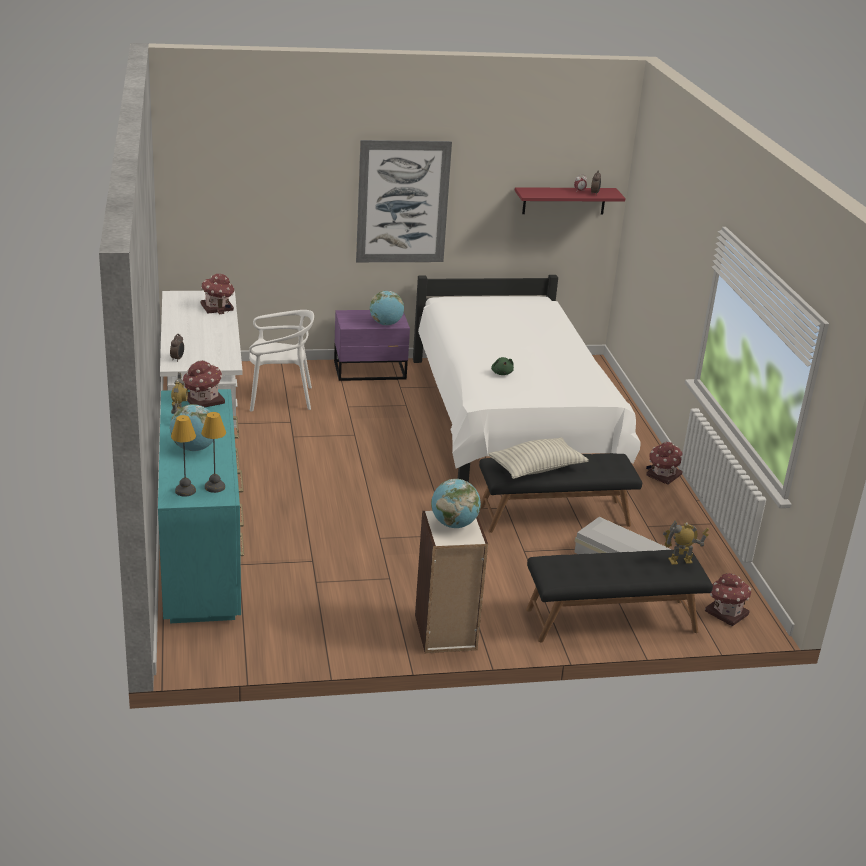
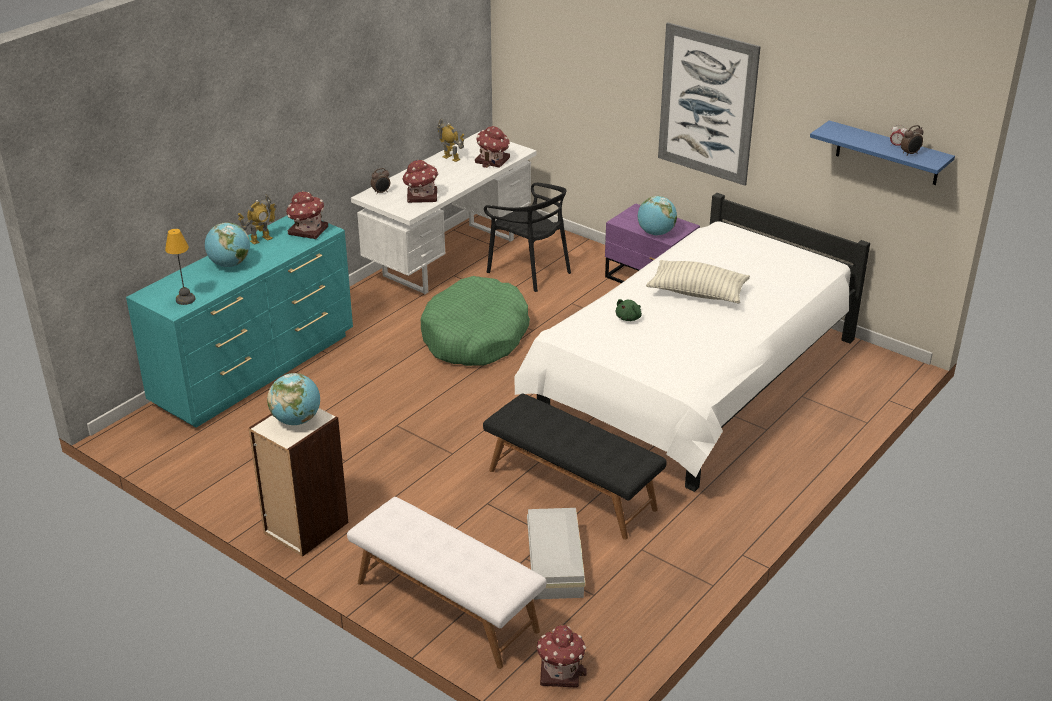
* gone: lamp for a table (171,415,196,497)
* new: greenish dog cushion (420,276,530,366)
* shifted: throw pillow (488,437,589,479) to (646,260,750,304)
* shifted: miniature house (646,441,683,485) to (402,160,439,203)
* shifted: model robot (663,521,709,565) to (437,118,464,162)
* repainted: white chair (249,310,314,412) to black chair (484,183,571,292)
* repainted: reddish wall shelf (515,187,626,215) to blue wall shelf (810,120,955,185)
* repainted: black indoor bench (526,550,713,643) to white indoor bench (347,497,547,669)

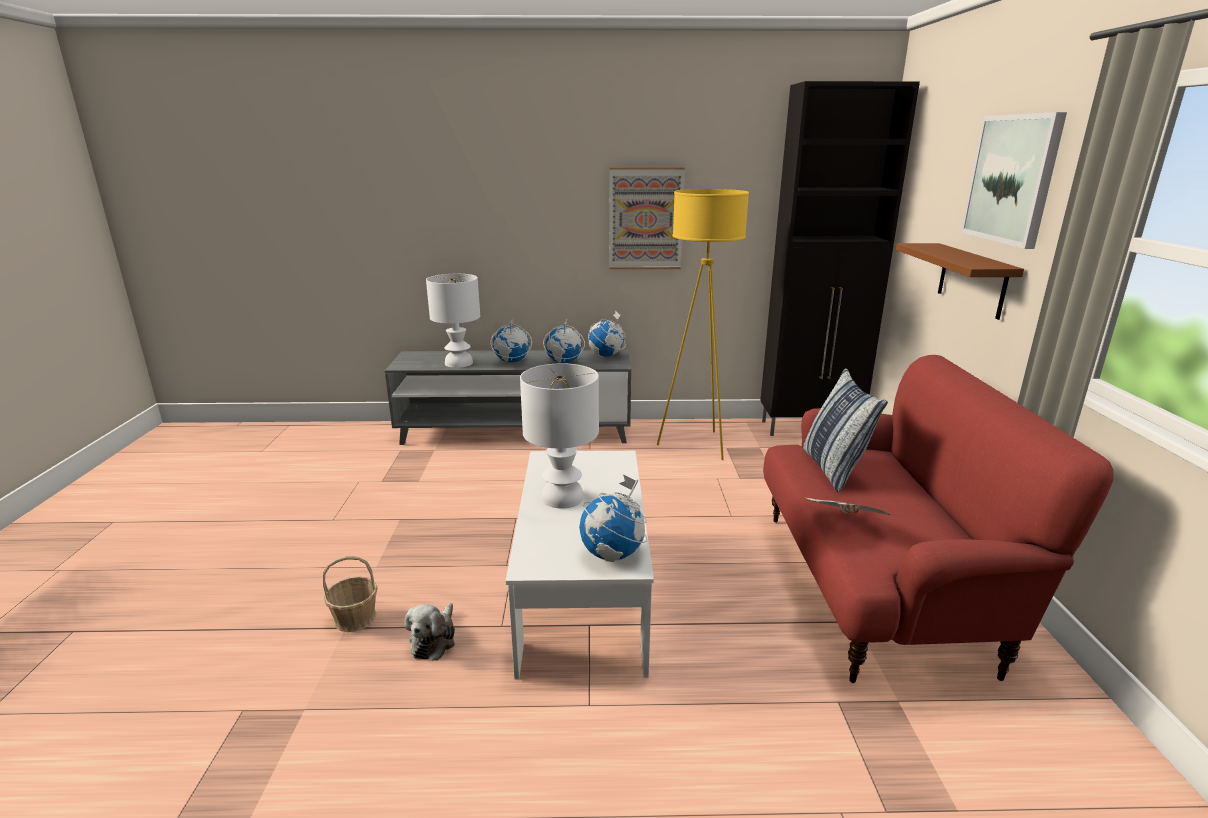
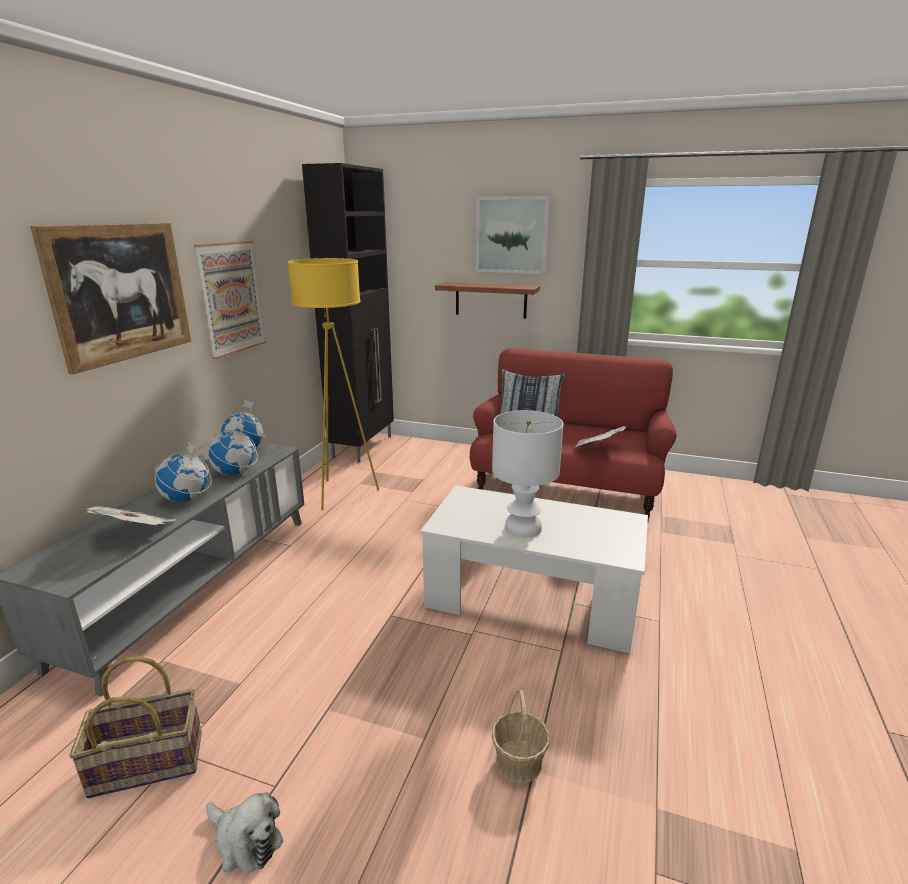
* gone: desk globe (579,475,647,562)
* new: wall picture (30,222,191,375)
* new: household basket (69,656,202,798)
* shifted: plush toy (405,603,455,661) to (206,792,283,872)
* swapped: white lamp for a table (426,274,480,368) to newspaper (87,506,176,525)

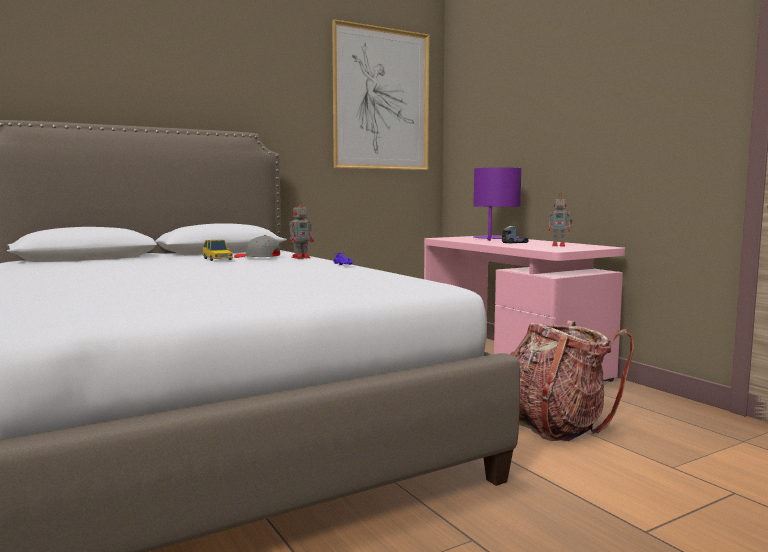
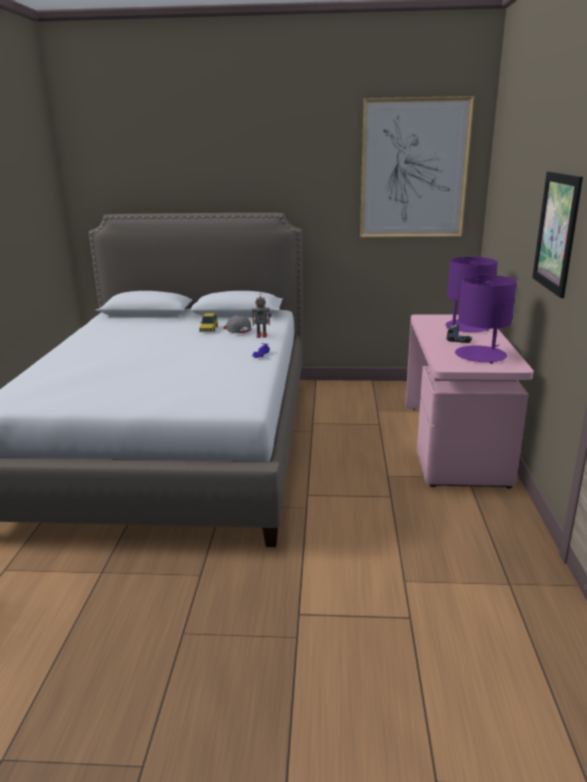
* gone: backpack (510,320,634,441)
* new: wall picture (532,171,583,298)
* swapped: model robot (548,193,572,246) to purplish lamp for a table (455,275,517,364)

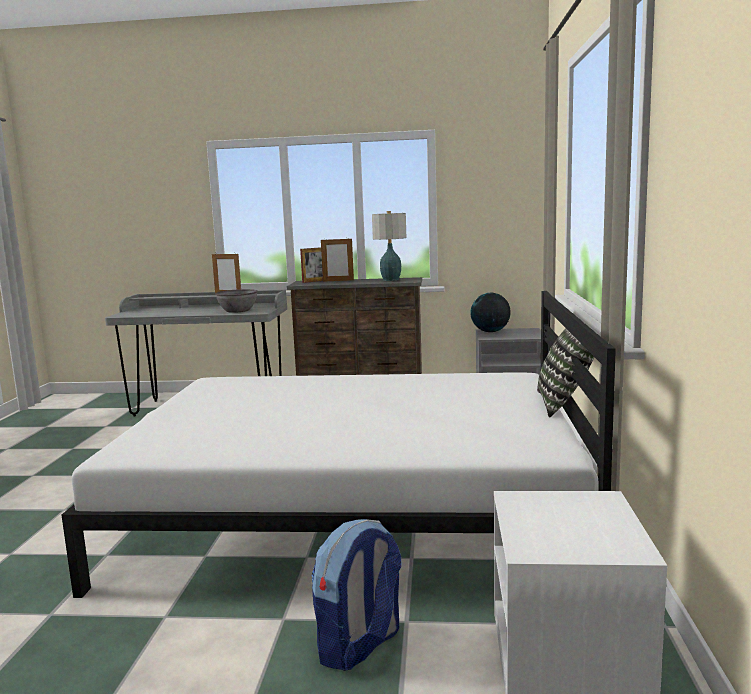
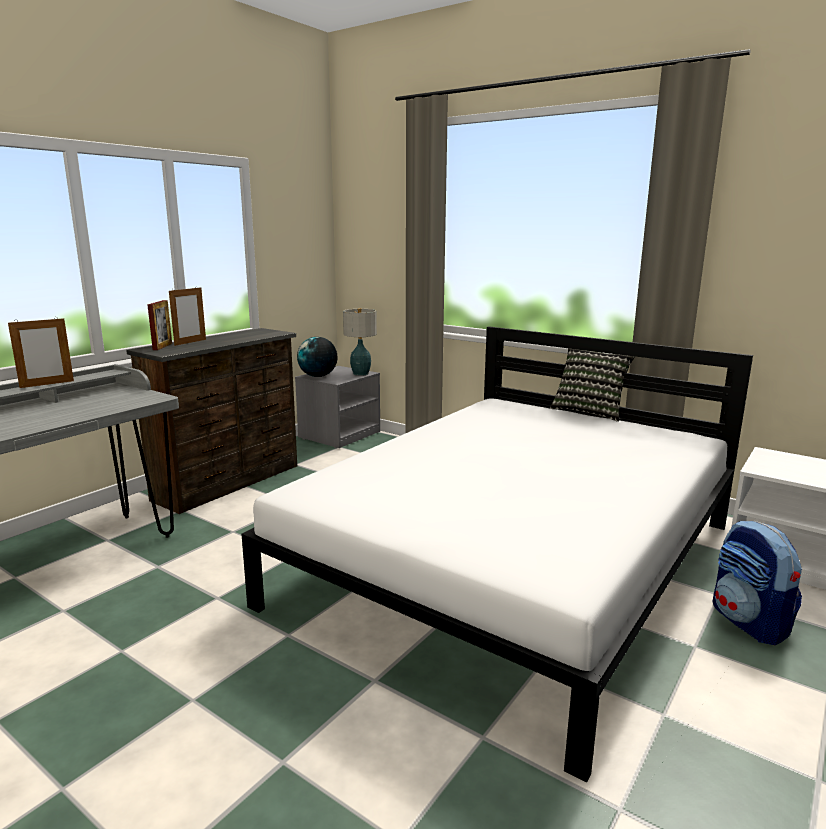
* gone: gray serving bowl (215,289,258,313)
* shifted: lamp for a table (372,211,406,281) to (343,308,377,376)

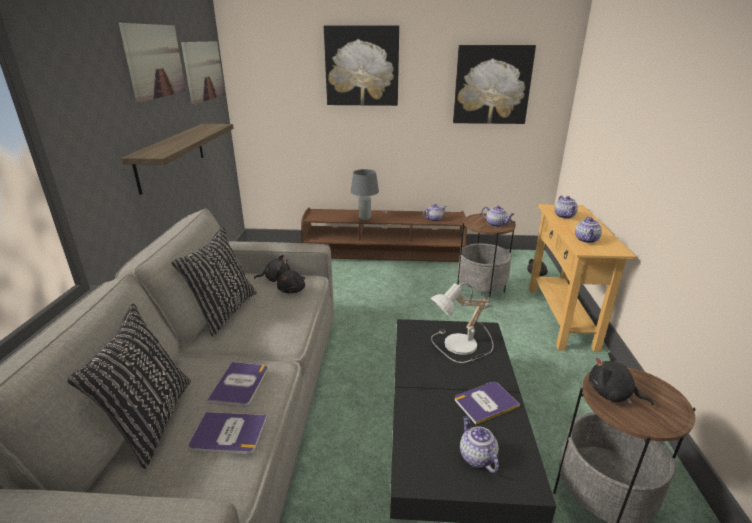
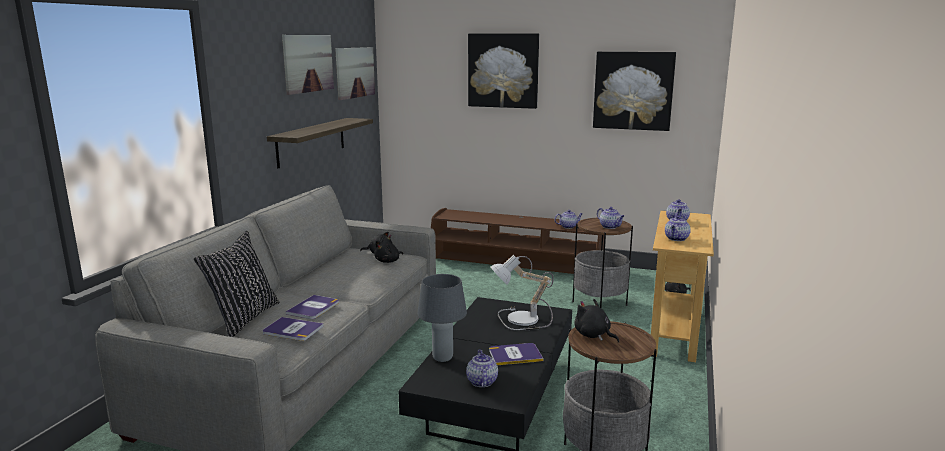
* gone: black throw pillow (171,227,257,337)
* shifted: gray lamp for a table (351,169,379,220) to (417,274,467,362)

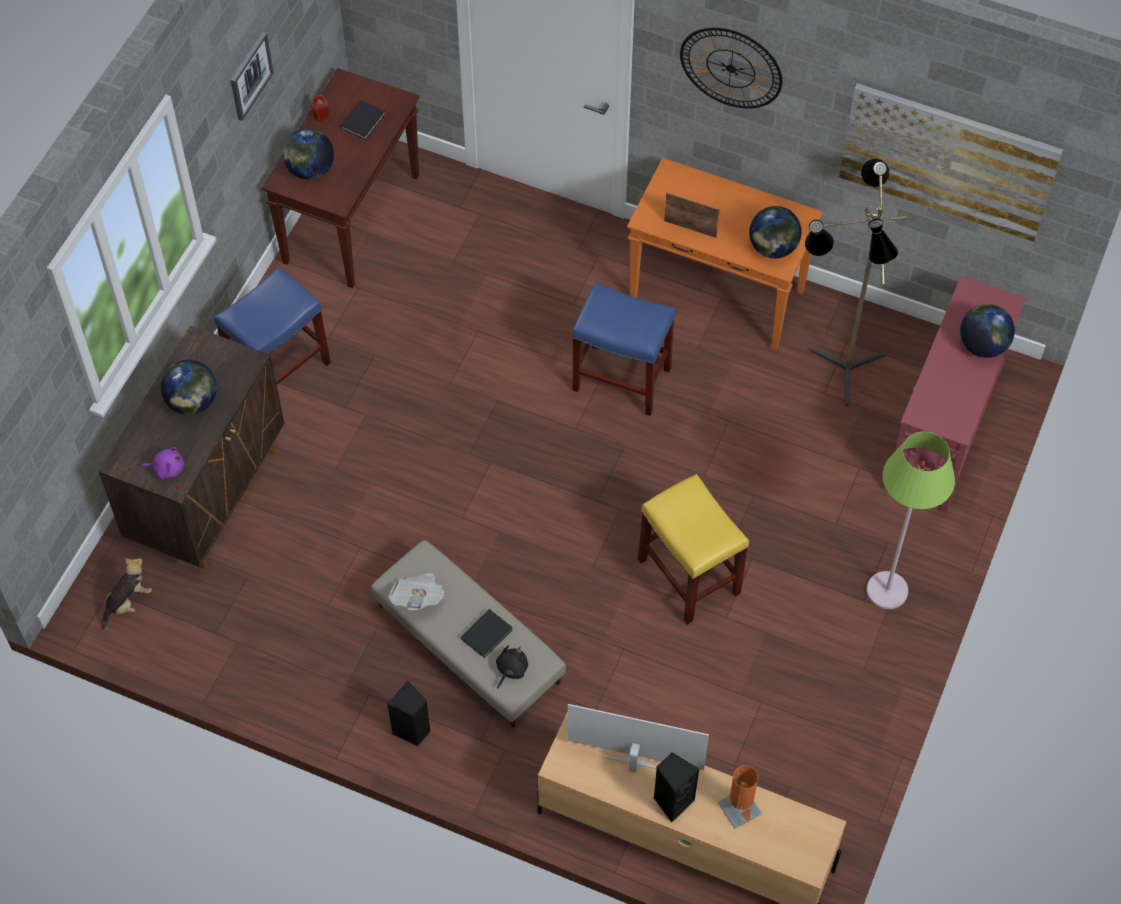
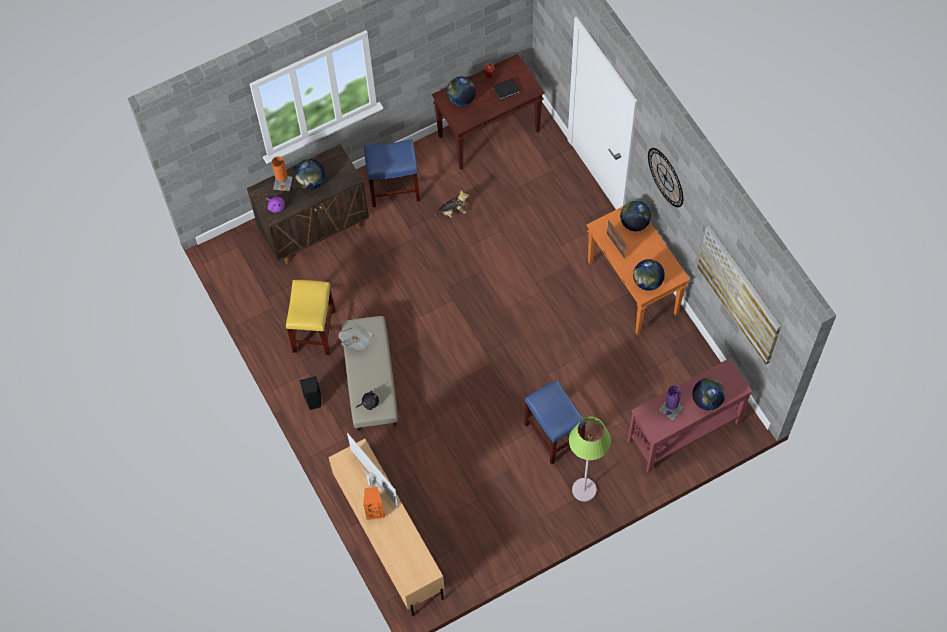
* gone: wall picture (231,32,274,121)
* gone: black book (461,609,513,658)
* gone: floor lamp (805,159,907,406)
* new: desk globe (620,201,651,231)
* new: purplish lamp for a table (659,385,683,420)
* shifted: plush toy (102,558,152,630) to (433,191,469,218)
* shifted: blue stool seat (572,283,676,416) to (524,380,586,465)
* shifted: yellow-coloured stool seat (638,474,749,625) to (286,280,336,355)
* shifted: orange lamp for a table (718,765,762,829) to (272,156,292,191)
* repainted: black speaker (654,752,699,822) to orange speaker (363,487,385,520)

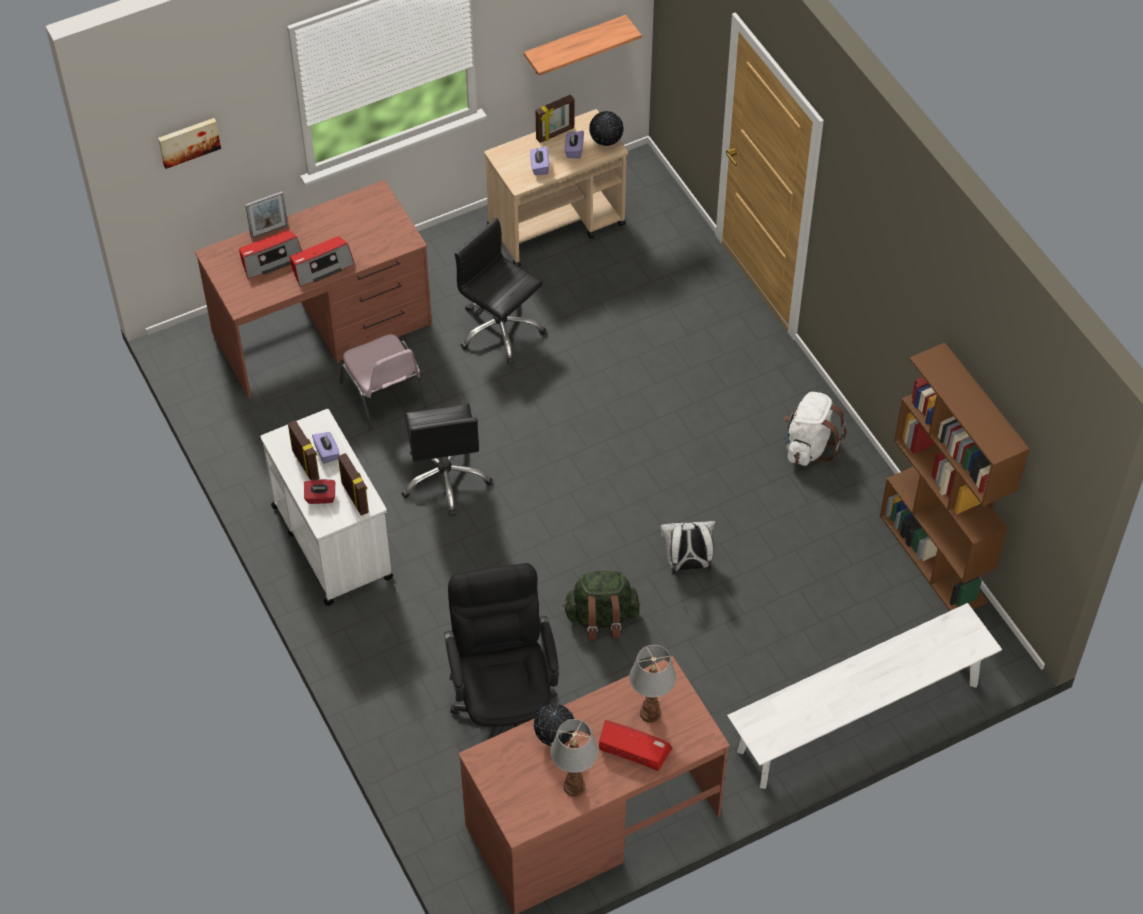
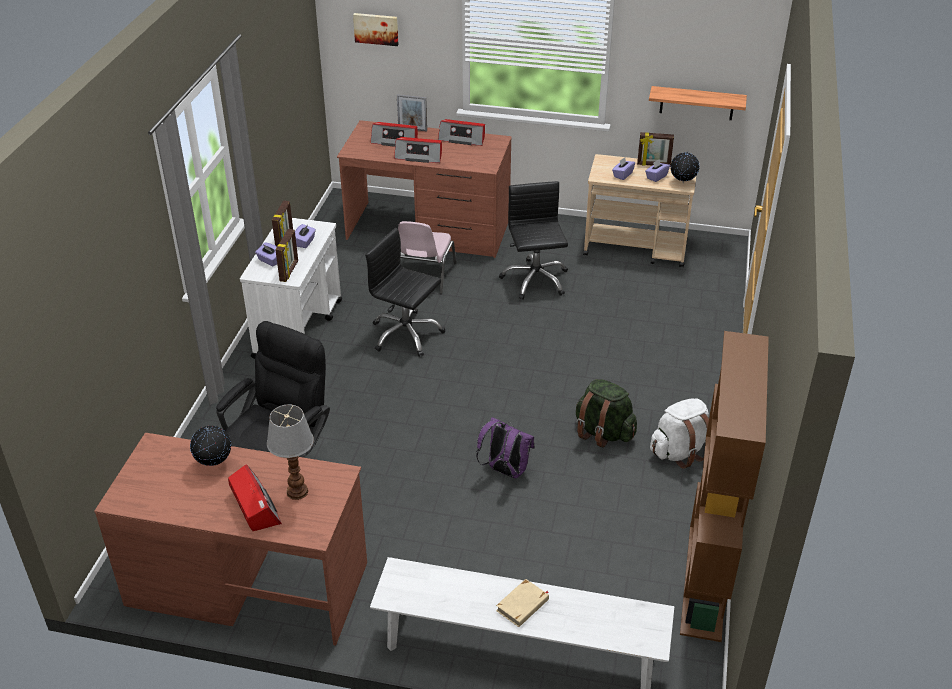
* gone: lamp for a table (550,719,598,797)
* new: radio (438,119,485,146)
* new: sand-coloured book (496,579,549,627)
* shifted: greenish backpack (563,571,640,640) to (576,379,637,448)
* repainted: reddish box of tissues (304,479,335,504) to purplish box of tissues (255,243,277,267)
* repainted: white backpack (660,521,715,575) to purplish backpack (476,417,535,478)
* rotated: black office chair (401,404,493,516) = (365,228,445,357) 90 degrees clockwise

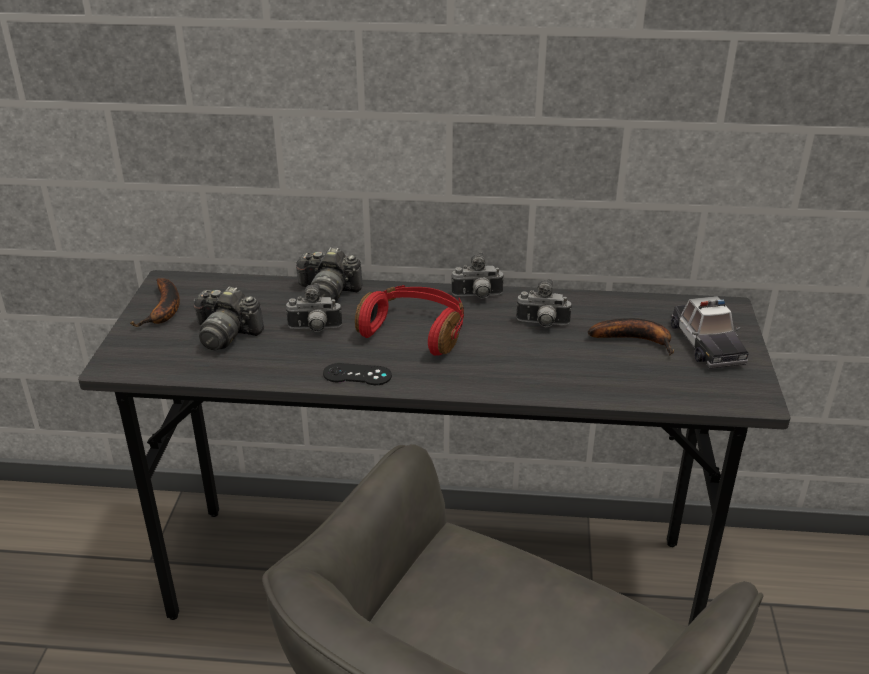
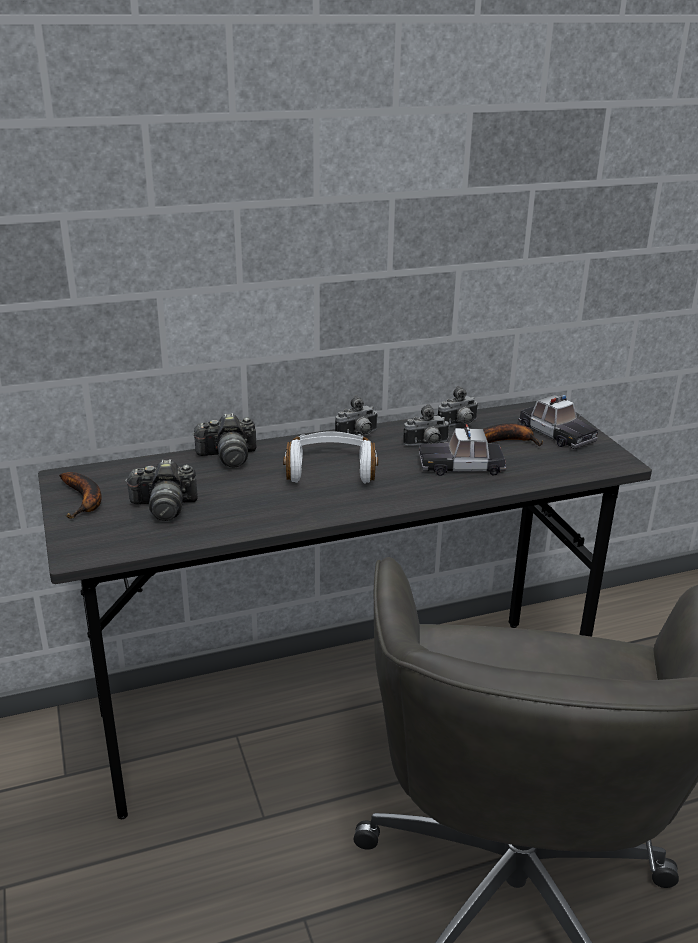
* gone: black game controller (323,363,392,385)
* new: model car (419,424,506,476)
* shifted: still camera (285,283,342,332) to (438,386,479,426)
* repainted: reddish headphones (355,285,464,356) to white headphones (283,431,378,484)

